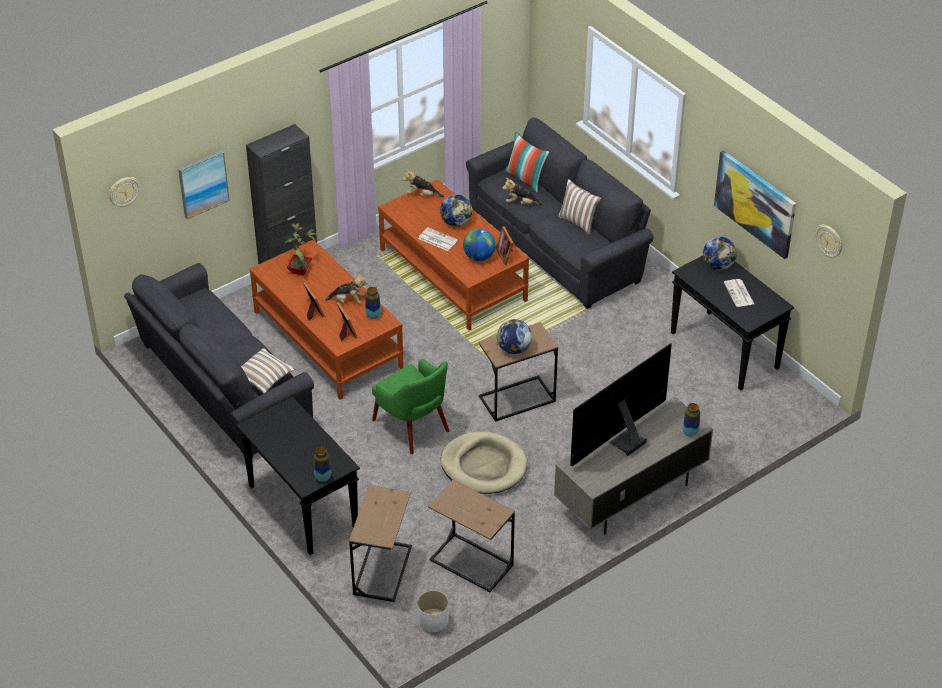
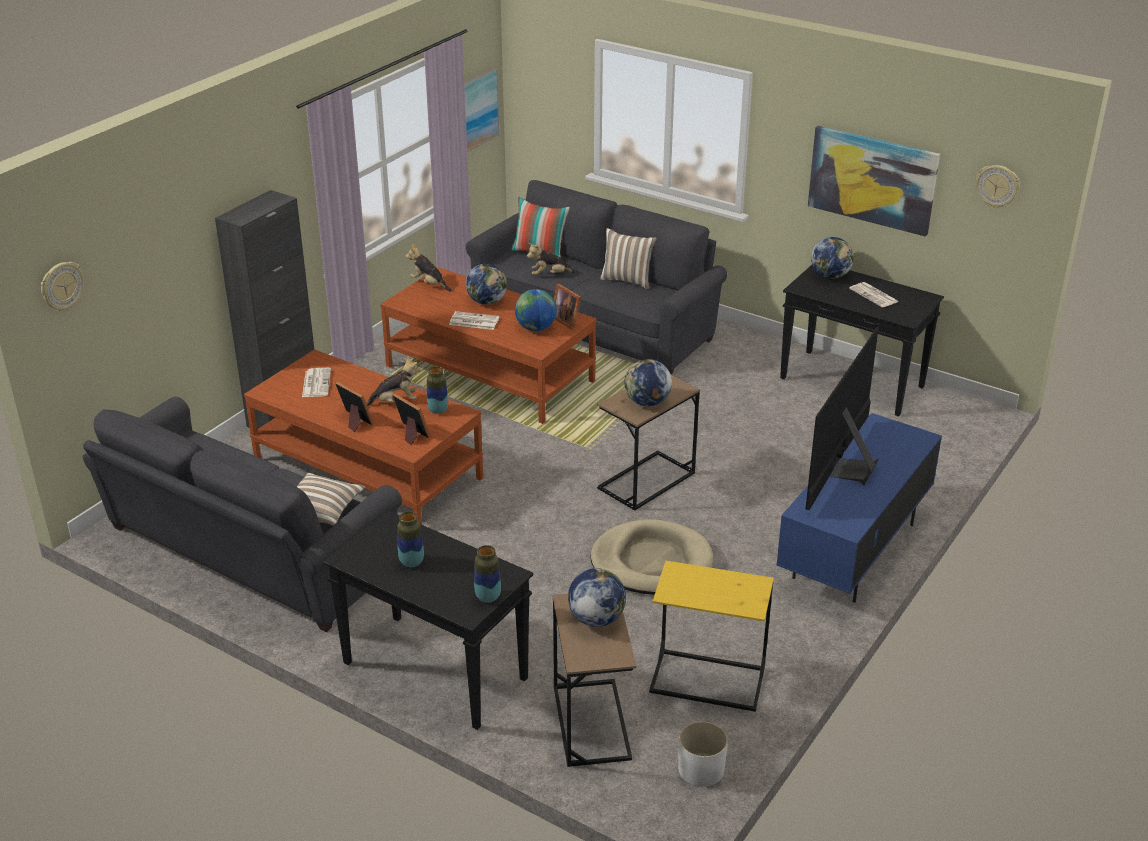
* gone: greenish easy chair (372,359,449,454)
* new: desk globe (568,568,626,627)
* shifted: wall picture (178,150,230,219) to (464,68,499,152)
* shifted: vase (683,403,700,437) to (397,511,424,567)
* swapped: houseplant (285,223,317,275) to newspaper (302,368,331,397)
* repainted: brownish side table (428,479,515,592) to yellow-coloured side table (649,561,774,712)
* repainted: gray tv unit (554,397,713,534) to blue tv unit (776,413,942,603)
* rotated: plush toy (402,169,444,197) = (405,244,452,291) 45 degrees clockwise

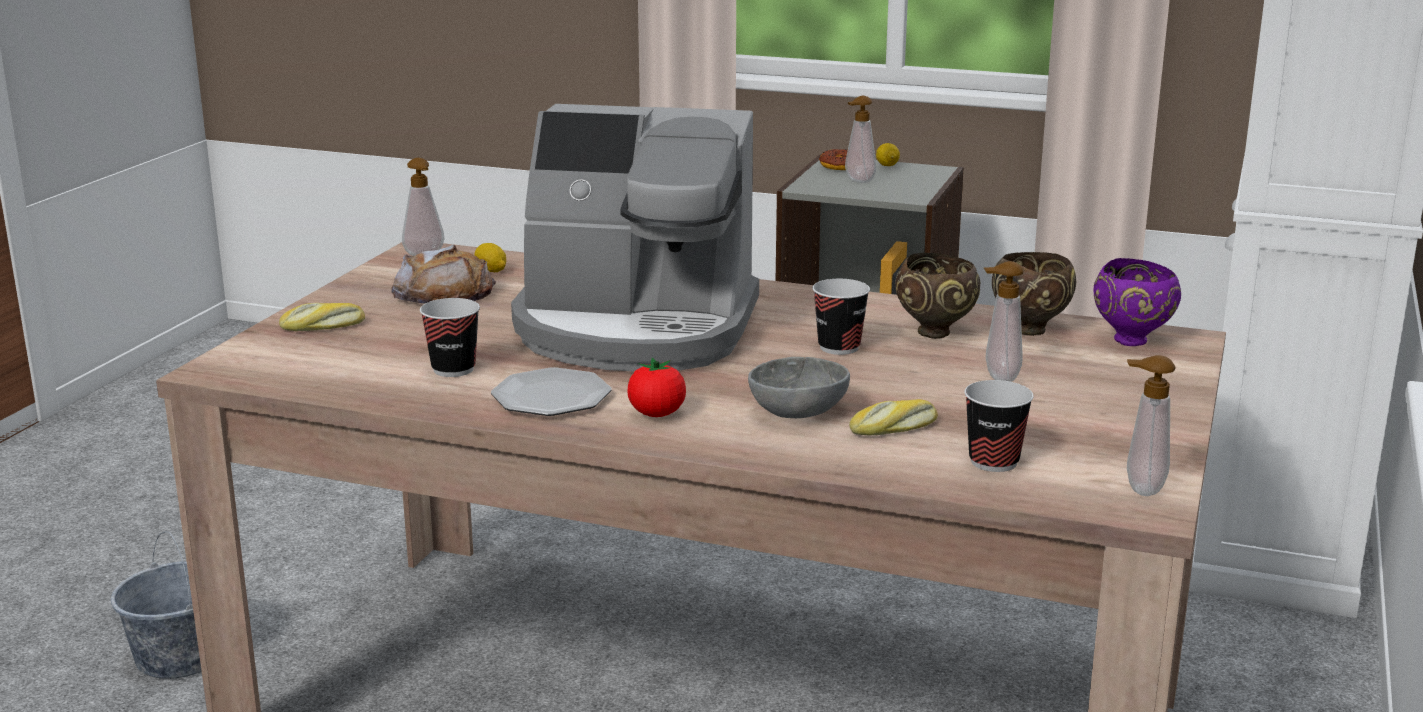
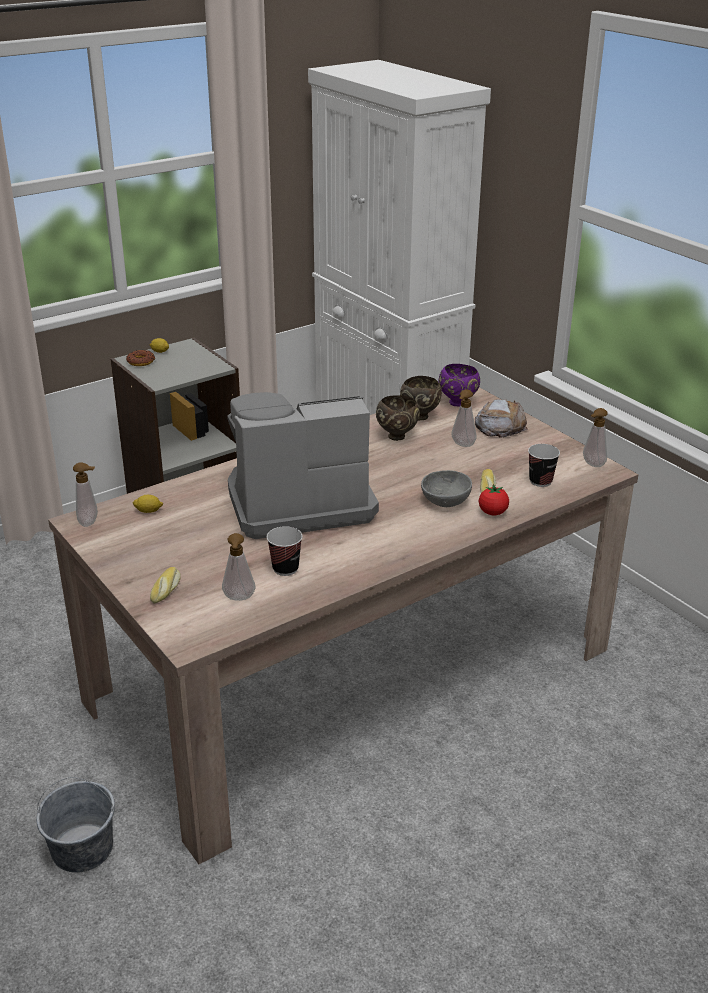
* gone: plate (491,367,611,416)
* gone: cup (812,279,870,355)
* shifted: bread (391,245,496,304) to (475,399,528,438)
* shifted: whole tomato (627,358,686,417) to (479,484,509,515)
* shifted: soap dispenser (845,96,876,183) to (222,533,256,601)
* rotated: coffee brewer (511,104,759,372) = (228,392,379,539) 150 degrees counterclockwise

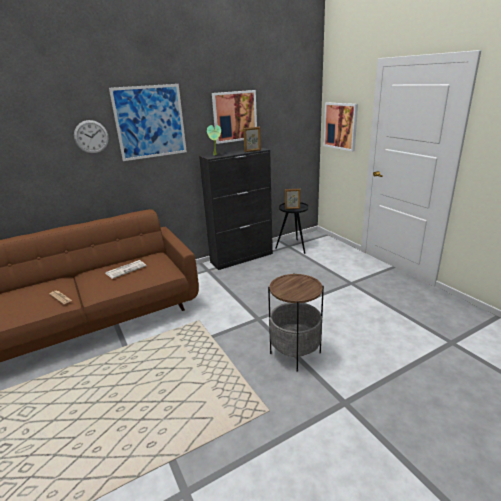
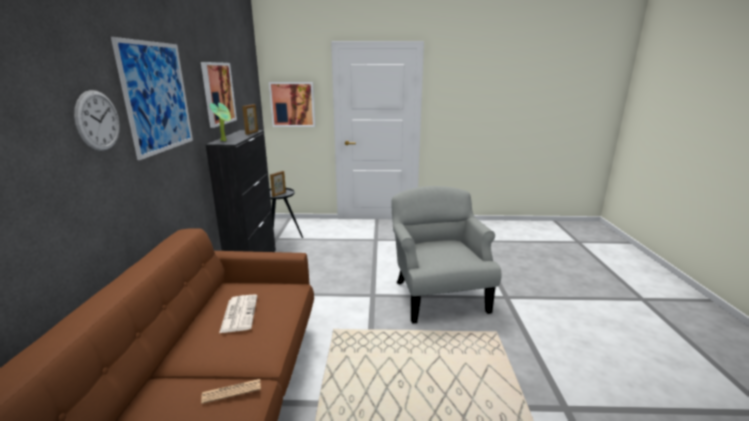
* swapped: side table (268,273,324,372) to gray easy chair (392,186,502,324)

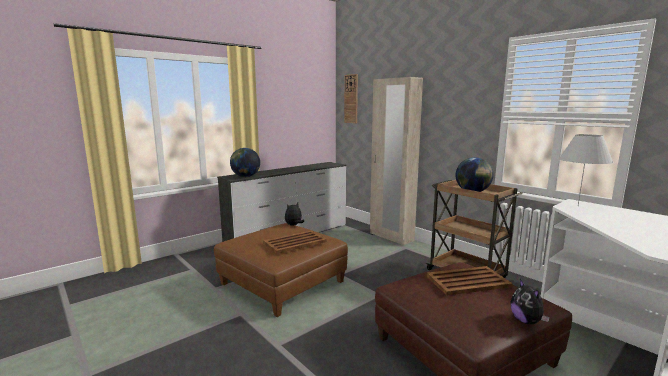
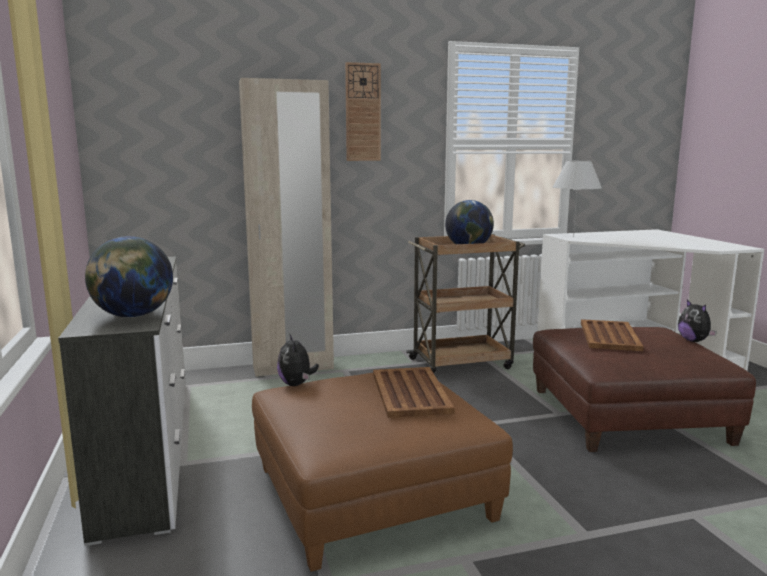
* shifted: hanging clock (344,74,358,123) to (345,62,381,161)
* rotated: plush toy (510,279,550,324) = (678,299,717,342) 60 degrees clockwise

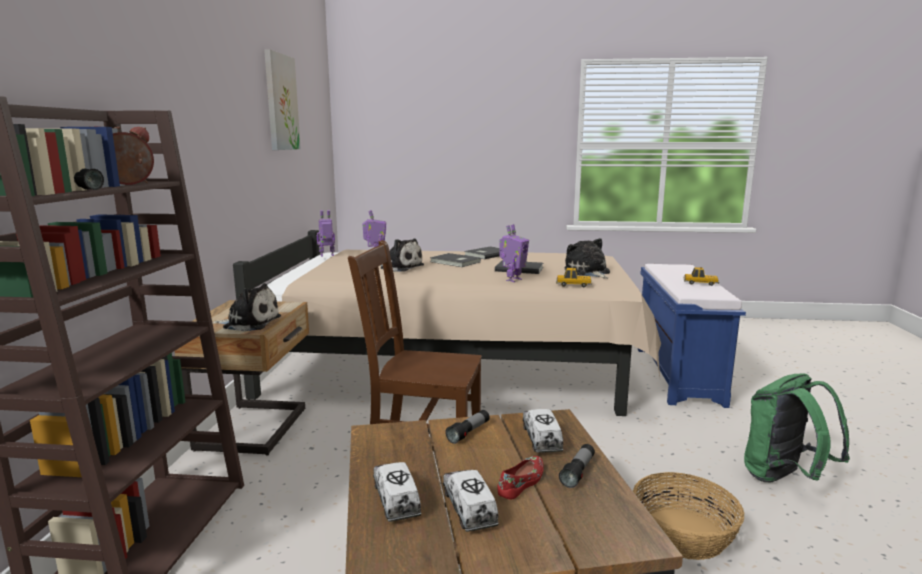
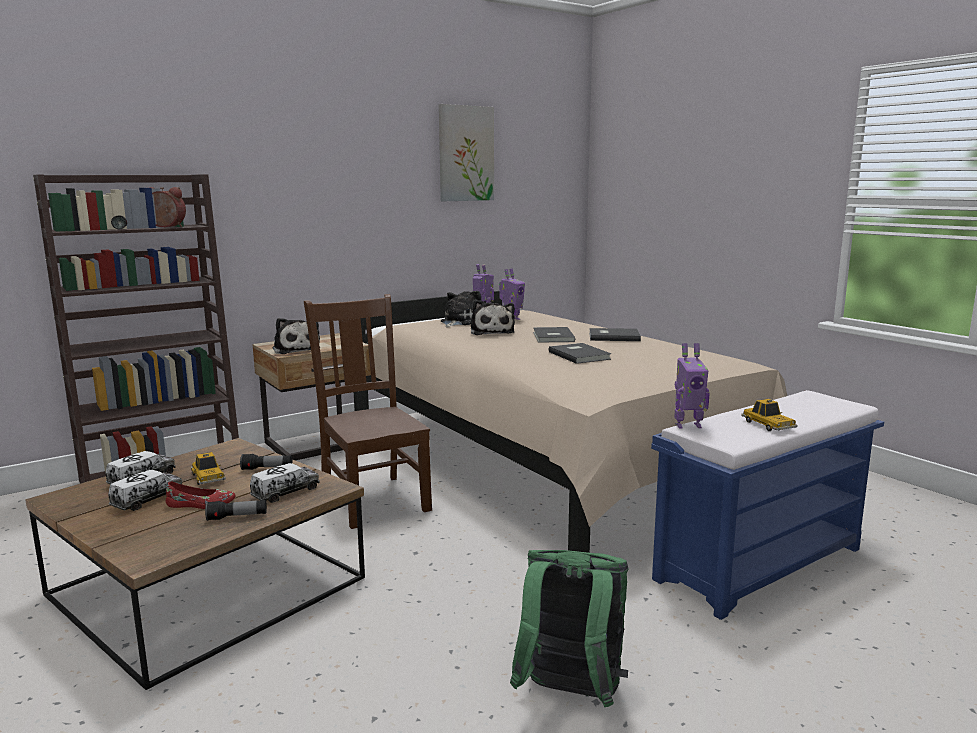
* gone: household basket (633,472,744,560)
* shifted: model robot (499,224,529,282) to (675,343,710,429)
* shifted: model car (556,267,592,287) to (191,452,226,485)
* shifted: plush toy (565,238,610,279) to (441,291,481,327)

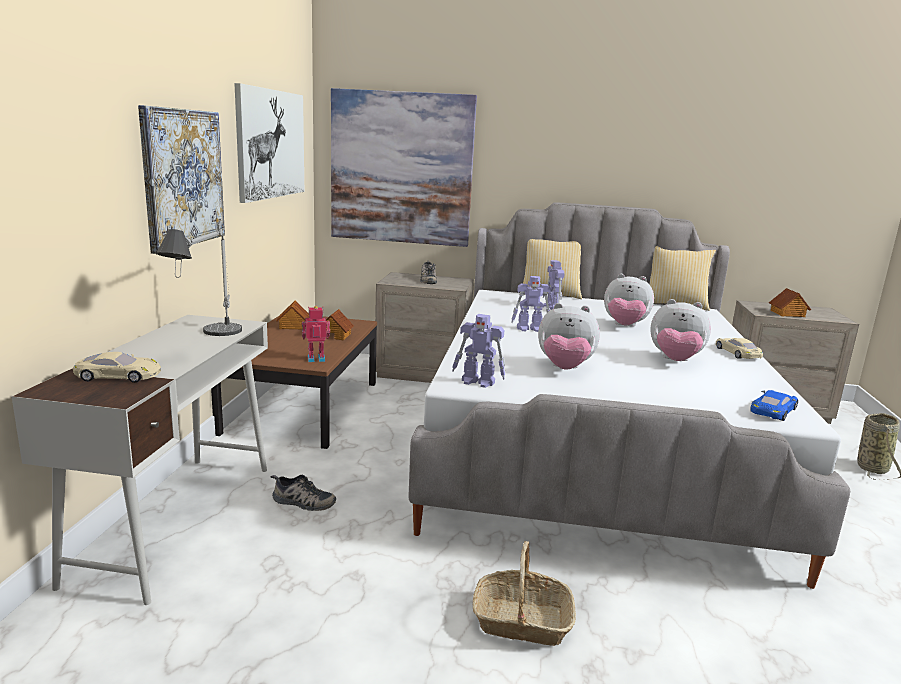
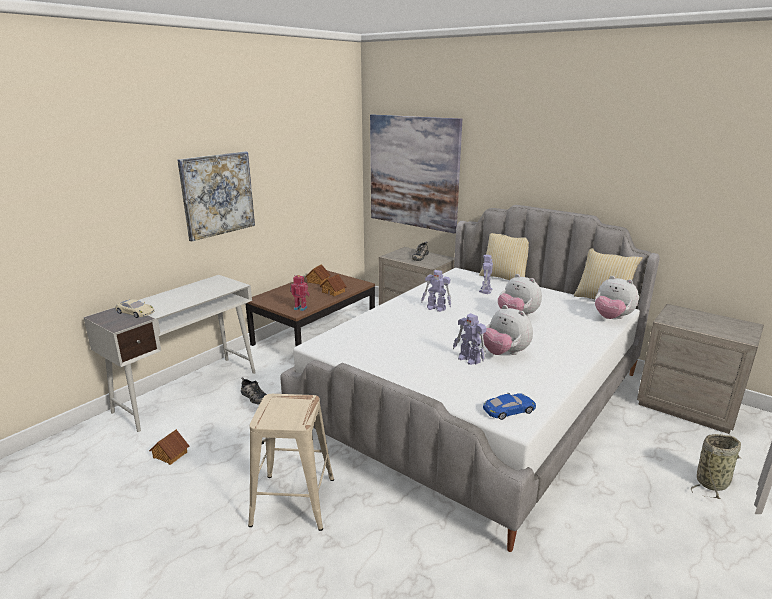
* gone: lamp for a table (156,222,242,336)
* gone: wall picture (234,83,304,203)
* gone: sand-coloured model car (716,338,763,359)
* shifted: model robot (452,314,506,388) to (453,313,486,365)
* shifted: plush toy (538,303,600,369) to (595,276,639,319)
* shifted: miniature house (769,288,811,317) to (149,429,189,465)
* swapped: household basket (473,541,576,646) to sand-coloured stool seat (248,394,334,531)

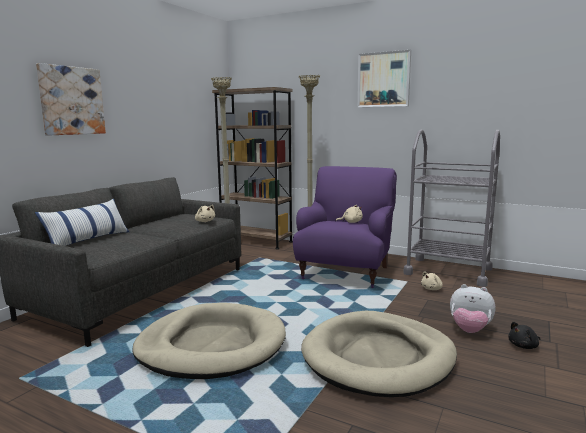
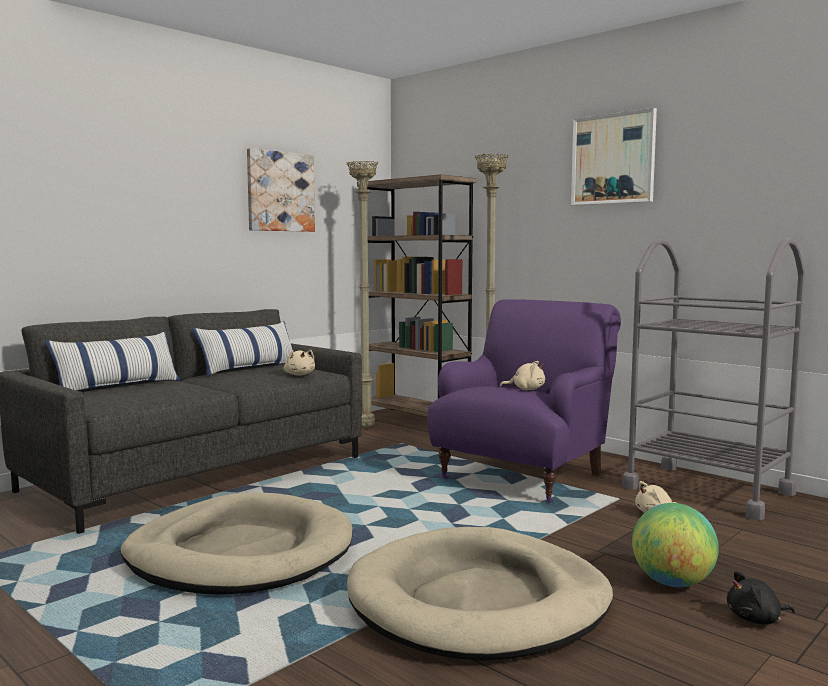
* new: throw pillow (192,321,293,377)
* shifted: wall picture (36,63,106,135) to (247,148,315,232)
* swapped: plush toy (450,284,496,333) to desk globe (632,503,719,587)

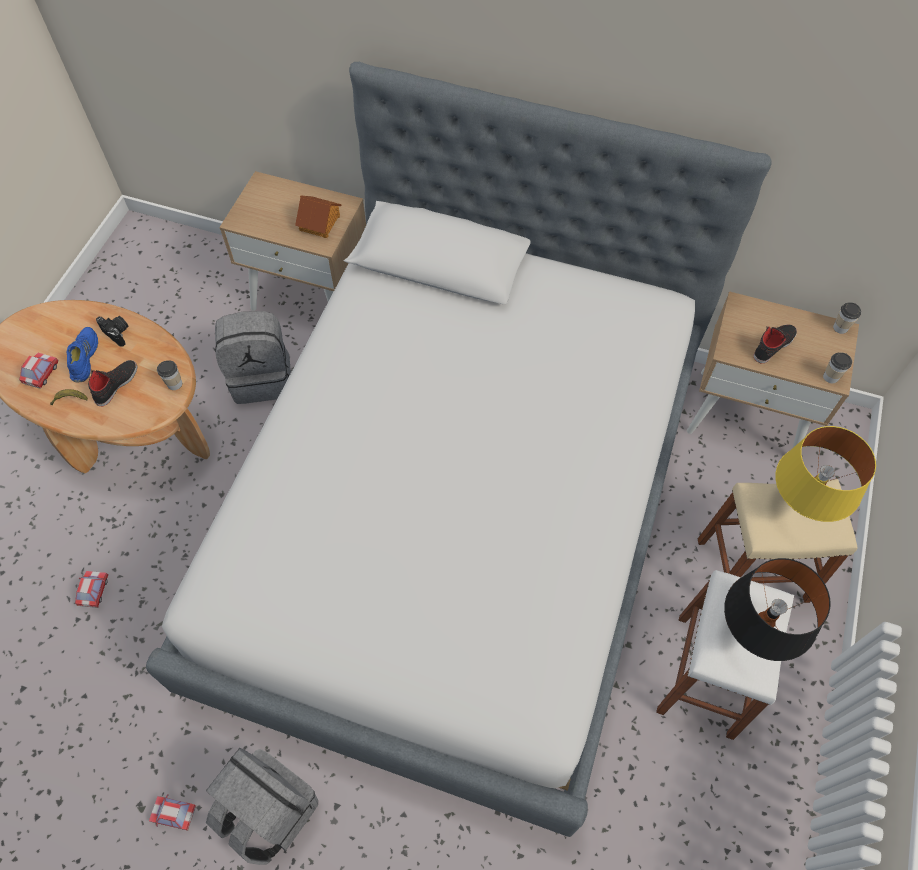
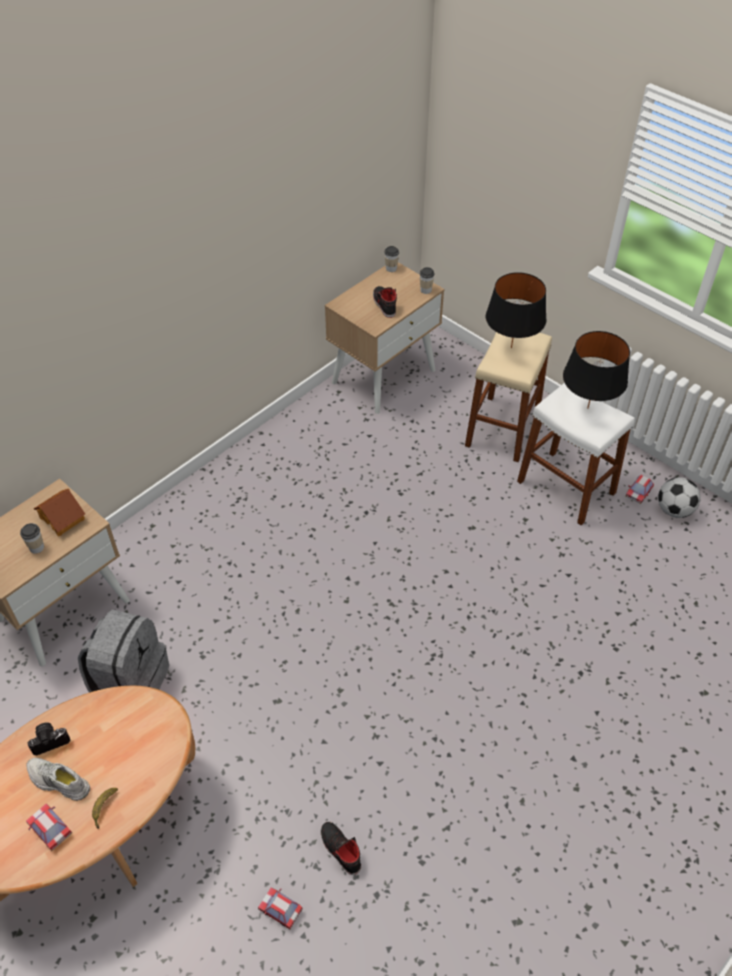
* gone: bed (146,62,772,837)
* gone: gray backpack (206,748,318,865)
* new: ball for football (658,477,701,518)
* shifted: black low shoe (88,360,138,406) to (321,822,361,875)
* shifted: model car (149,795,197,831) to (625,475,654,504)
* shifted: cup (157,360,182,390) to (20,523,44,554)
* repainted: blue low shoe (67,327,98,383) to white low shoe (27,758,90,801)
* repainted: yellow-coloured lamp for a table (775,426,876,522) to black lamp for a table (486,272,546,348)

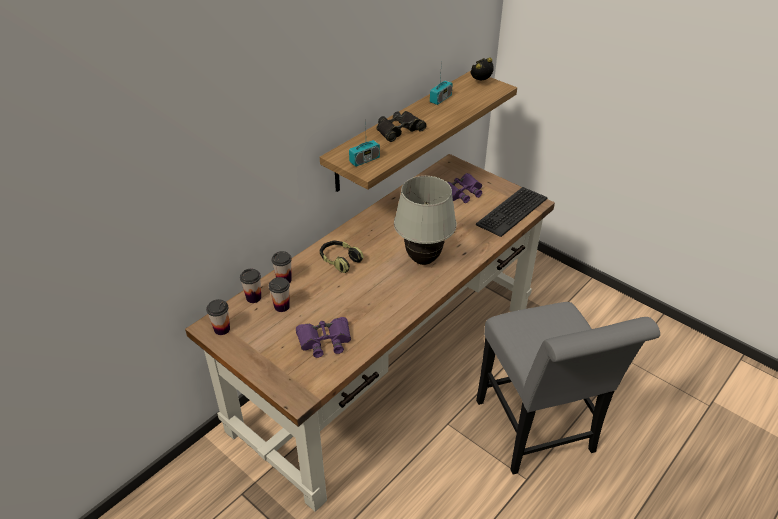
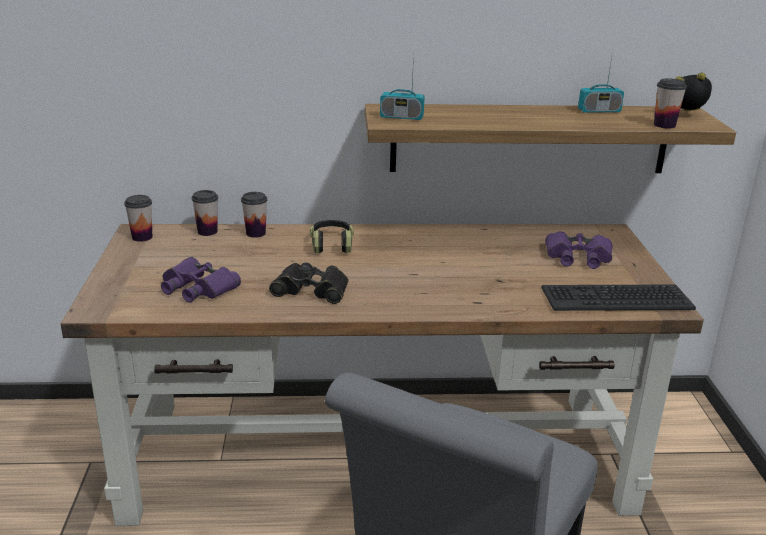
* gone: white lamp for a table (394,176,456,265)
* shifted: cup (269,277,290,312) to (654,78,687,129)
* shifted: black pair of binoculars (376,111,426,142) to (269,263,348,304)

